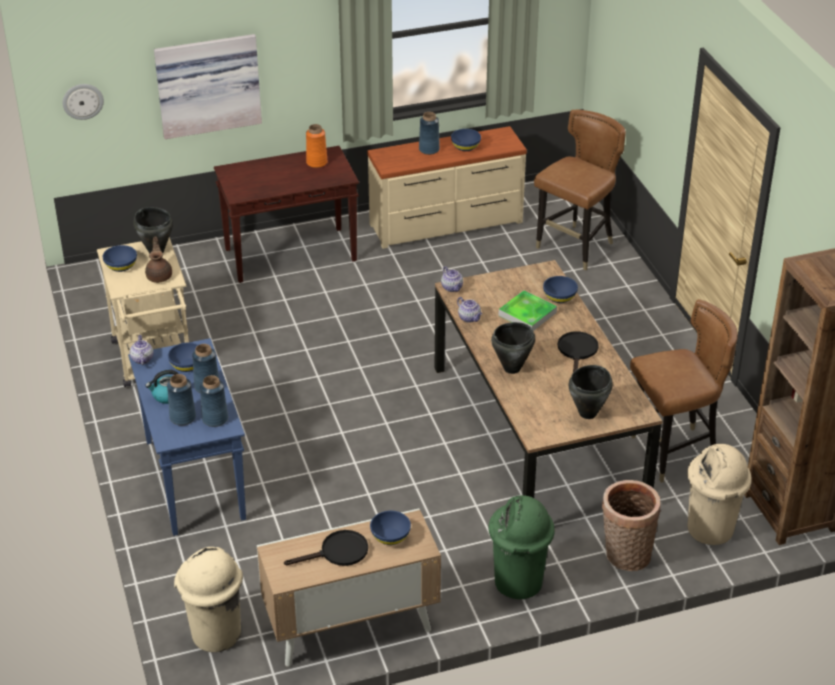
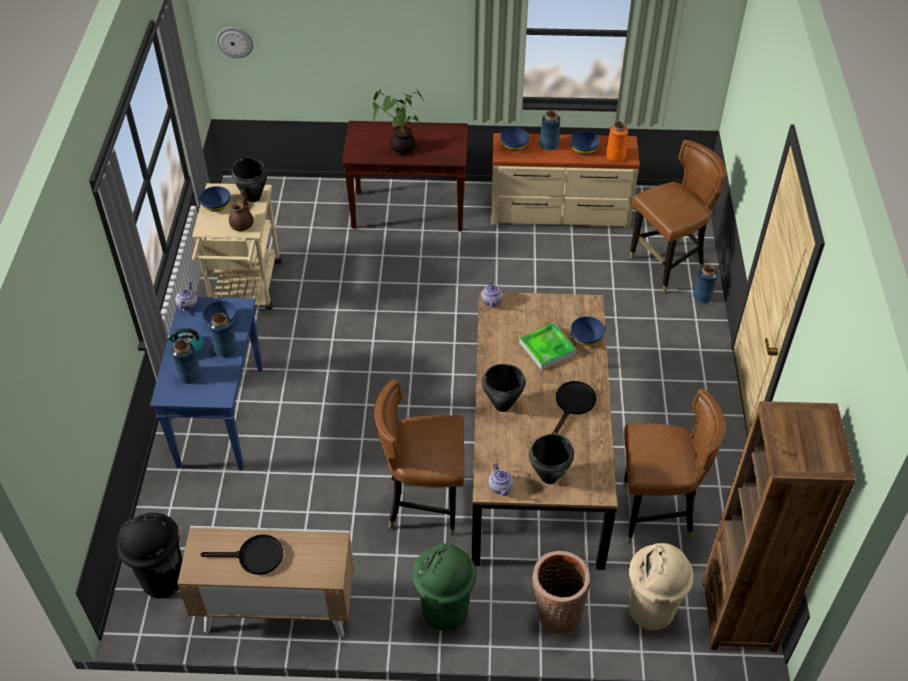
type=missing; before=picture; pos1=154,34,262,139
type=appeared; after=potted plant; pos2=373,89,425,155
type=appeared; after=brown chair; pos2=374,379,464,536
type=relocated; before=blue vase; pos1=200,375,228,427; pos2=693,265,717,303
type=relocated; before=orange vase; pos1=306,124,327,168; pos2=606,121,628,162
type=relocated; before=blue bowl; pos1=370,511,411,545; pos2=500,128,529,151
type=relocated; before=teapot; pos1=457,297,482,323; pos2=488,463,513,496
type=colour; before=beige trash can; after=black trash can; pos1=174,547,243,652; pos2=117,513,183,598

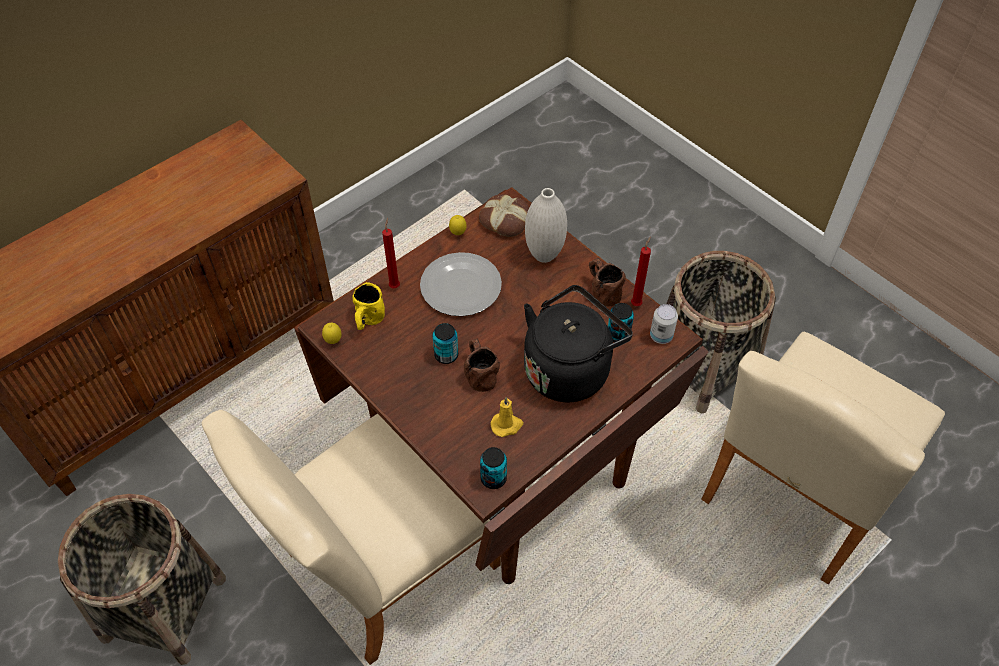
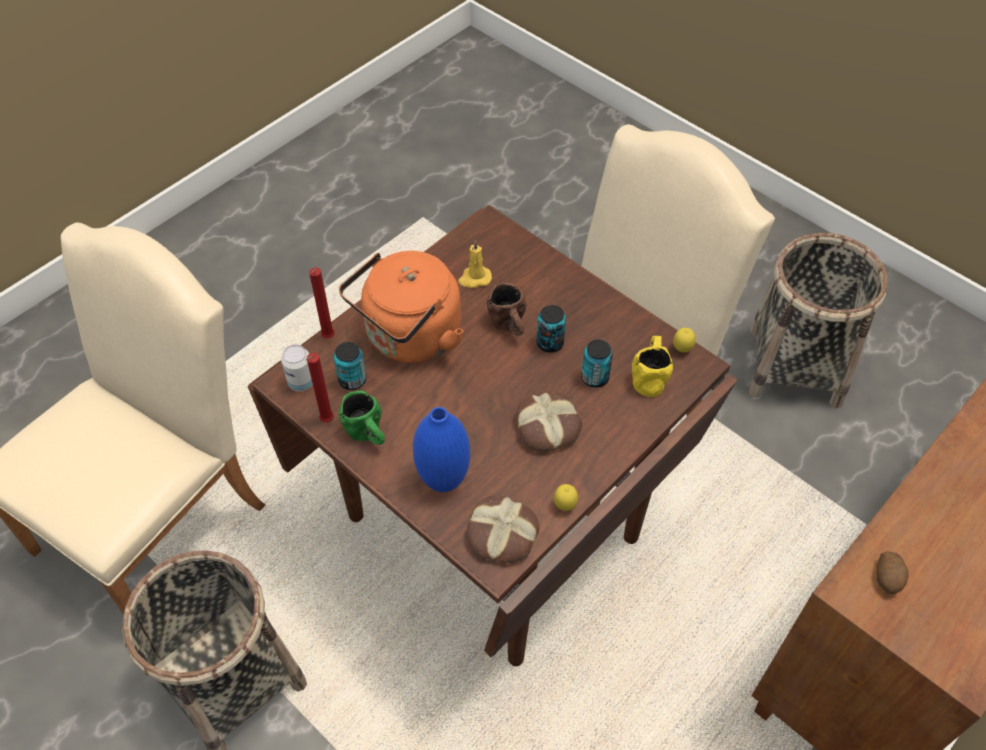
type=appeared; after=potato; pos2=877,551,909,594
type=relocated; before=red candle; pos1=382,218,400,288; pos2=309,267,335,338
type=relocated; before=can; pos1=480,447,507,489; pos2=581,340,613,388
type=exchanged; before=plate; after=bread; pos1=420,252,502,316; pos2=516,392,582,453
type=colour; before=black kettle; after=orange kettle; pos1=524,285,633,402; pos2=339,251,464,363
type=colour; before=white vase; after=blue vase; pos1=525,188,567,263; pos2=413,407,470,492
type=colour; before=brown mug; after=green mug; pos1=589,258,626,307; pos2=339,390,385,445

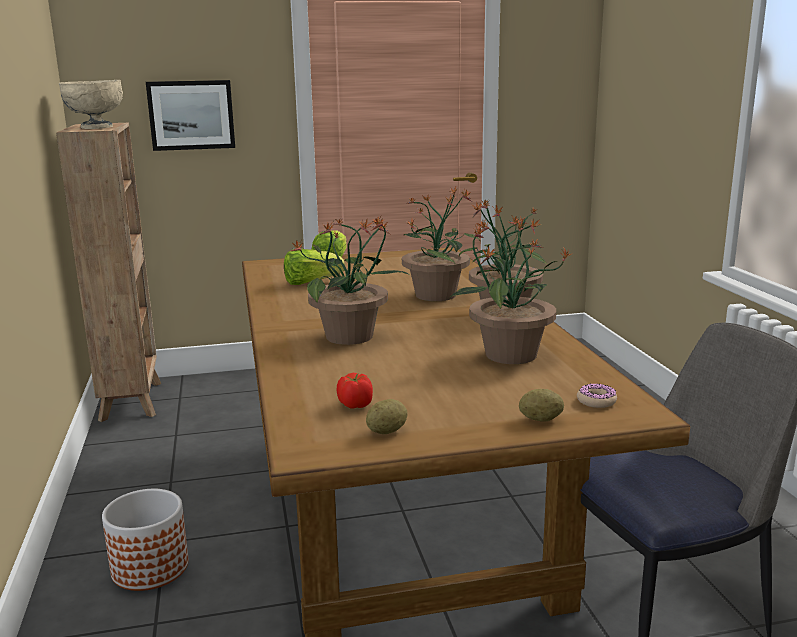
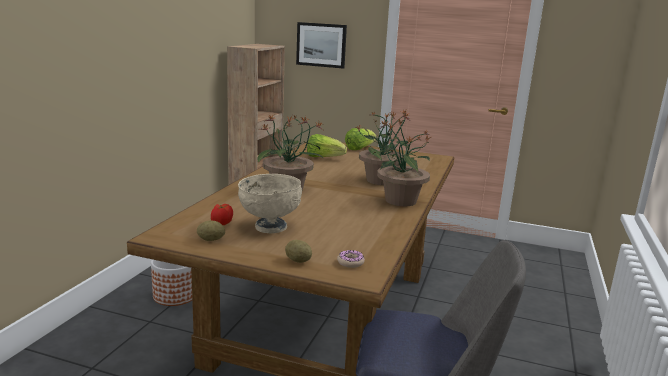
type=missing; before=potted plant; pos1=450,218,573,364
type=relocated; before=beige bowl; pos1=59,80,123,129; pos2=238,174,302,233

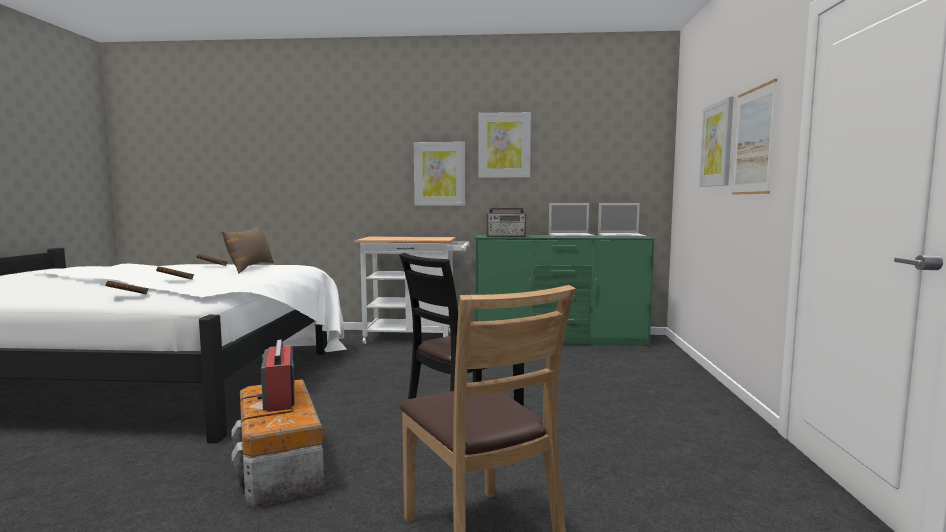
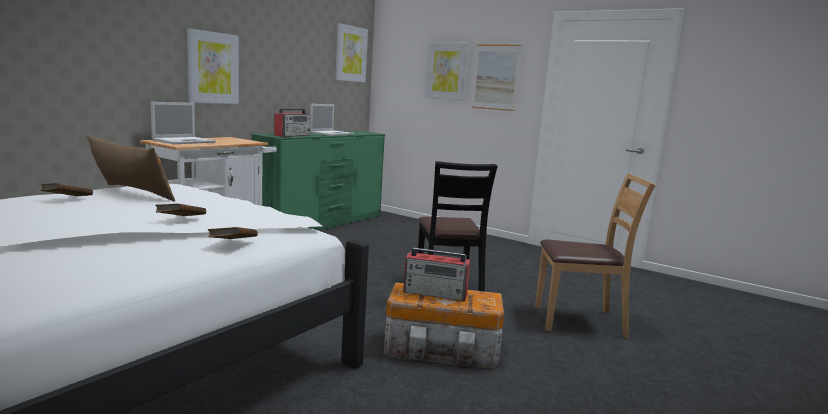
type=relocated; before=picture; pos1=479,112,531,178; pos2=335,23,368,82
type=relocated; before=laptop; pos1=598,203,646,238; pos2=151,102,216,144

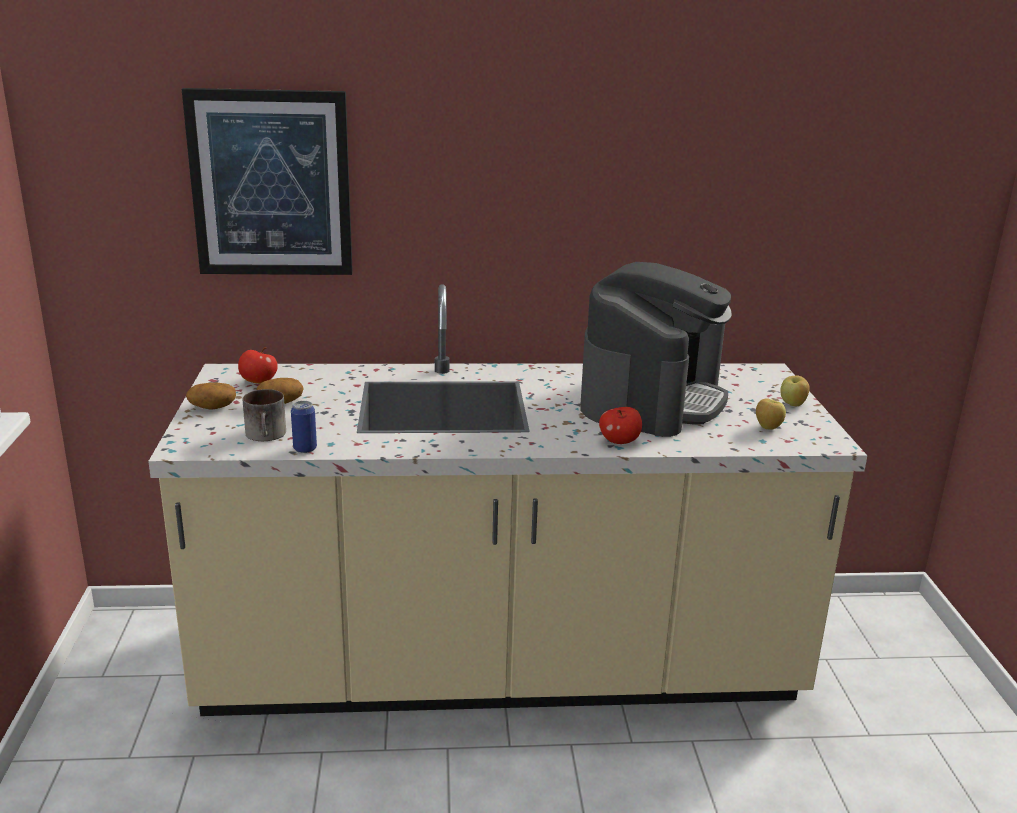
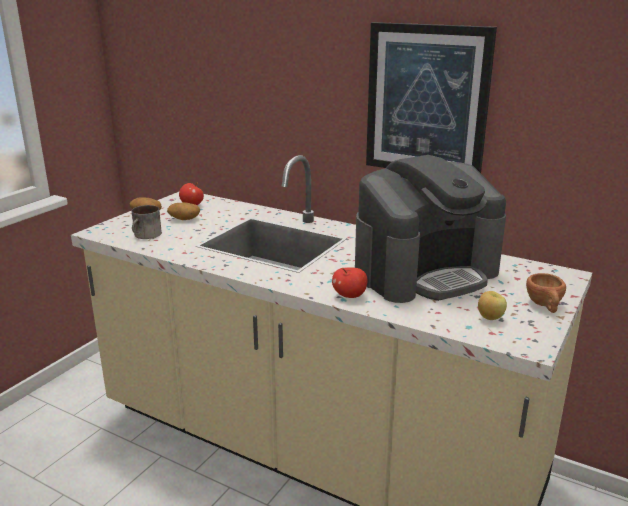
type=missing; before=can; pos1=291,401,317,453
type=relocated; before=picture; pos1=182,88,353,275; pos2=366,22,497,173
type=exchanged; before=apple; after=brown cup; pos1=780,376,810,406; pos2=526,273,566,313

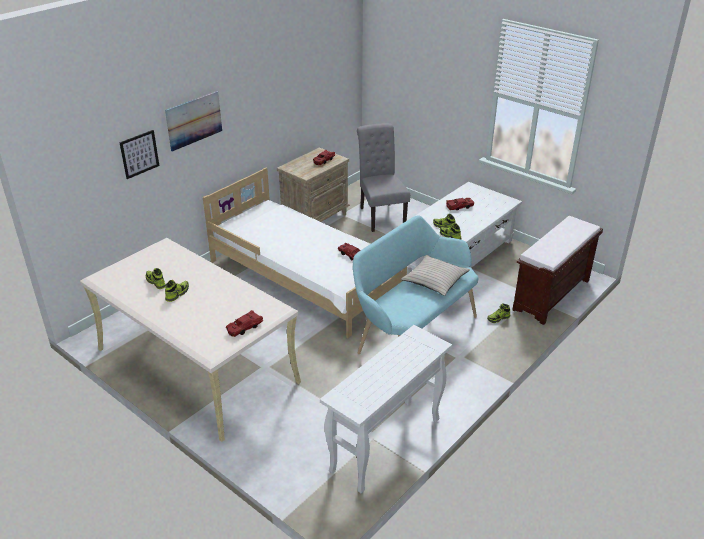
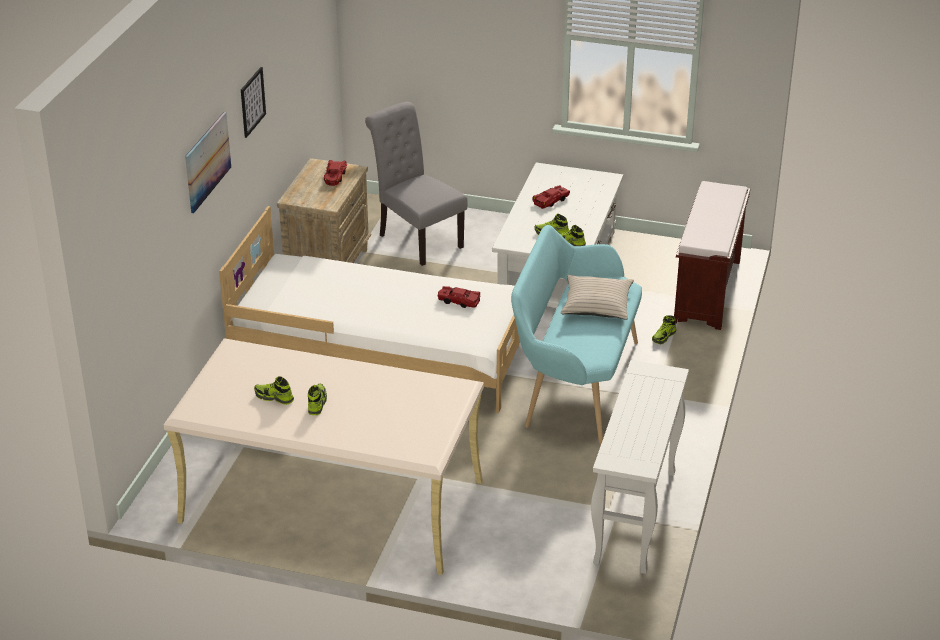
type=missing; before=red toy car; pos1=226,310,263,337
type=relocated; before=picture; pos1=119,130,160,179; pos2=241,67,266,138

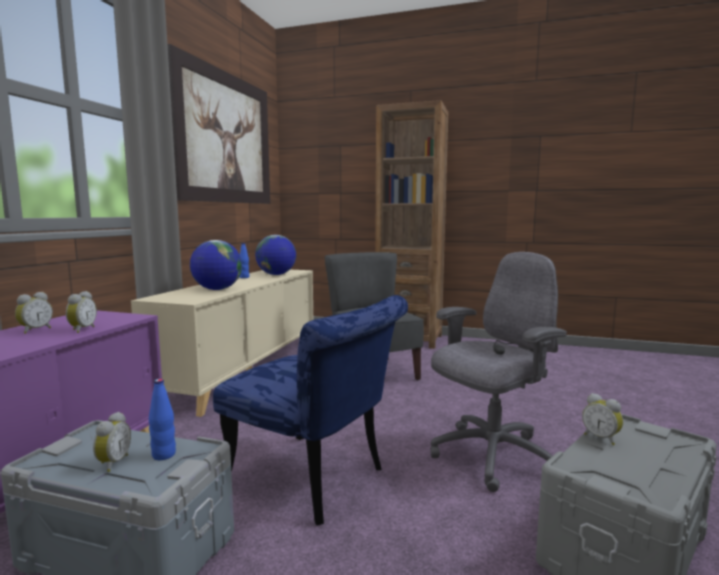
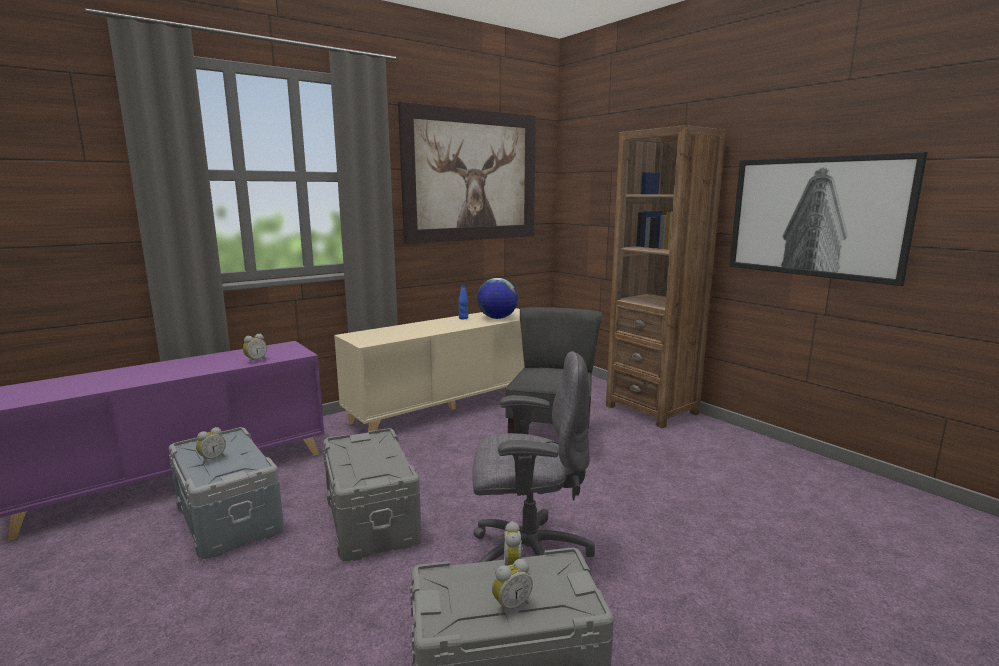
type=missing; before=blue bottle; pos1=149,379,176,460
type=missing; before=globe; pos1=190,240,242,290
type=appeared; after=picture; pos2=729,152,928,286
type=relocated; before=alarm clock; pos1=15,292,53,334; pos2=492,559,533,616
type=exchanged; before=blue chair; after=grey storage box; pos1=213,295,408,525; pos2=323,428,422,561

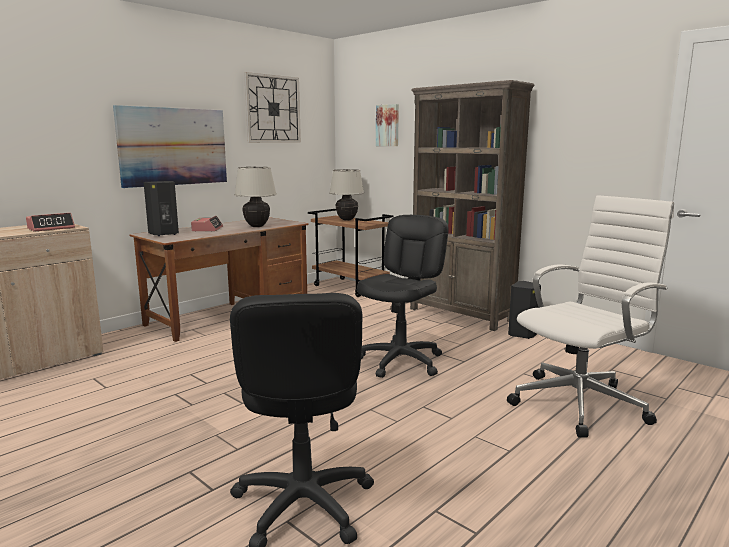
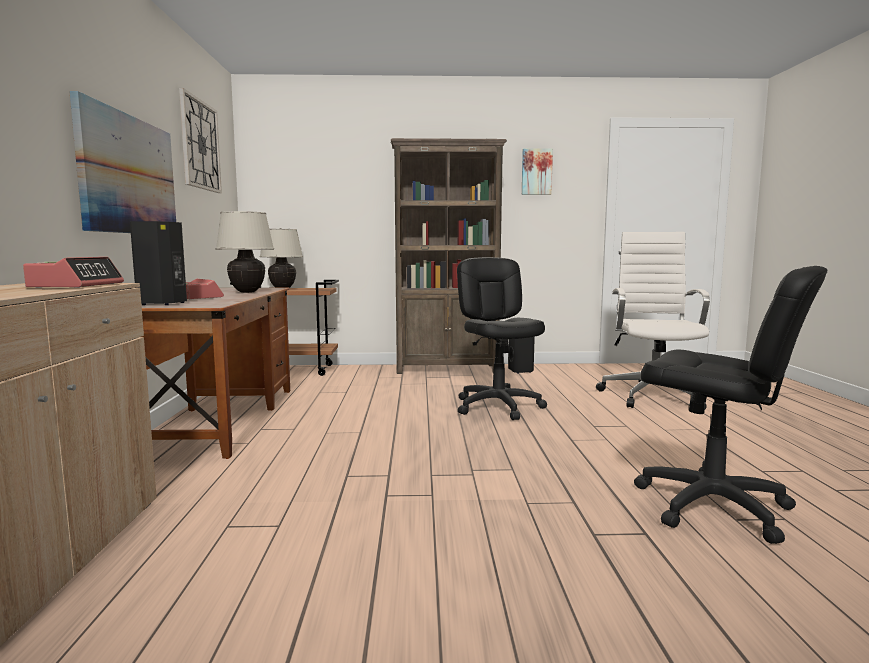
type=relocated; before=picture; pos1=376,104,399,146; pos2=522,148,553,195

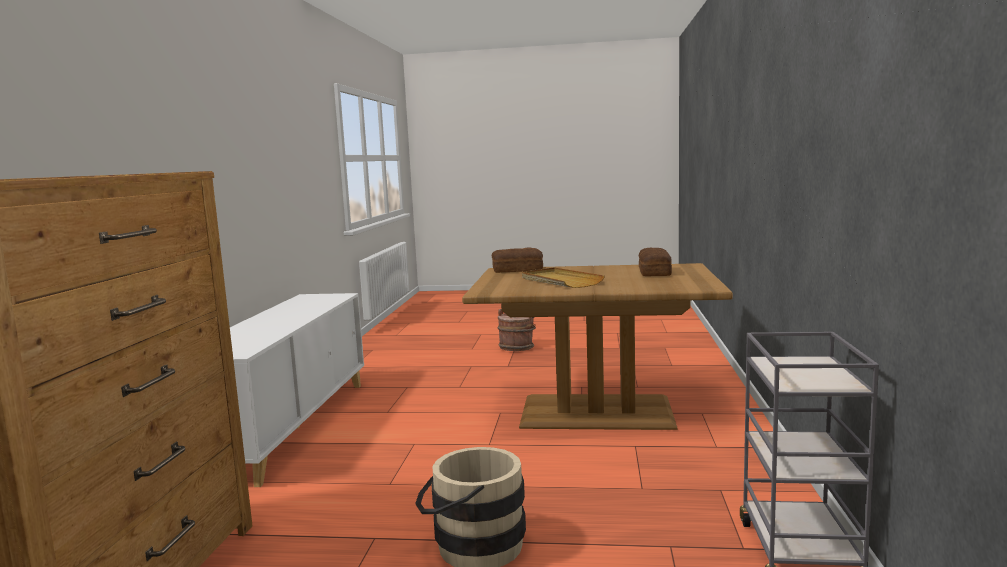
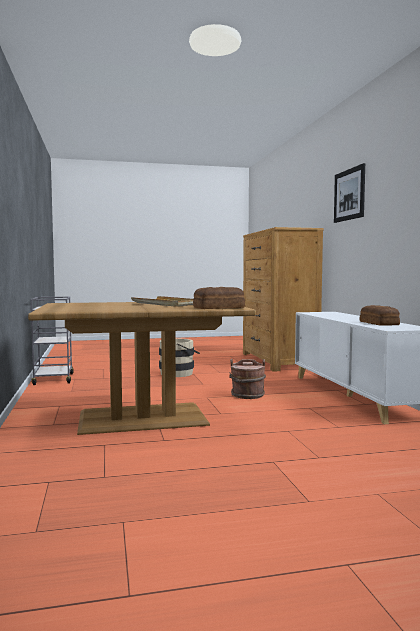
type=appeared; after=picture; pos2=334,163,365,223
type=relocated; before=brown bucket; pos1=498,309,536,351; pos2=229,359,266,399
type=relocated; before=bread; pos1=638,247,672,276; pos2=360,305,400,326

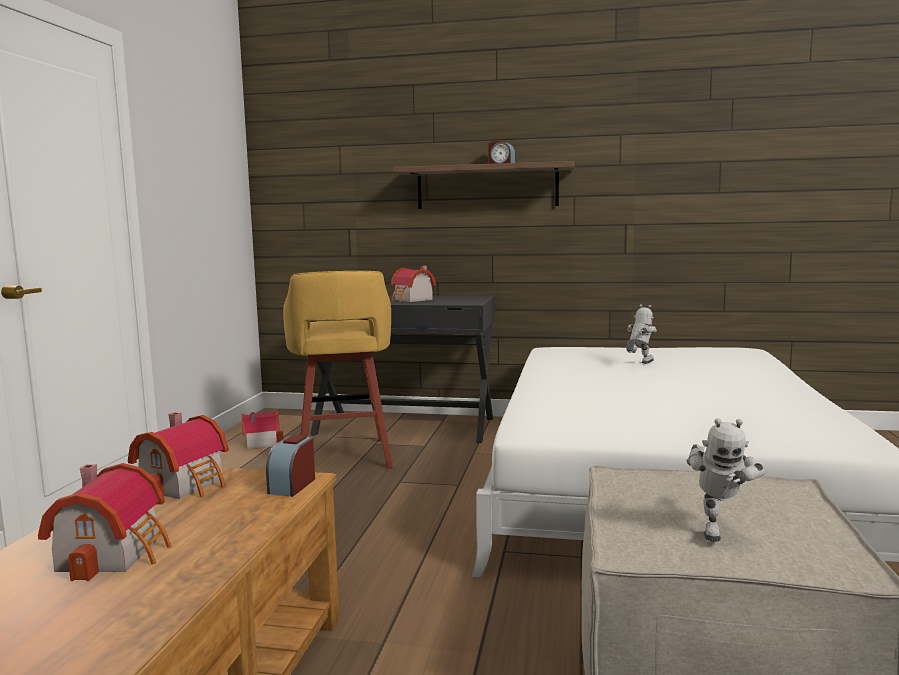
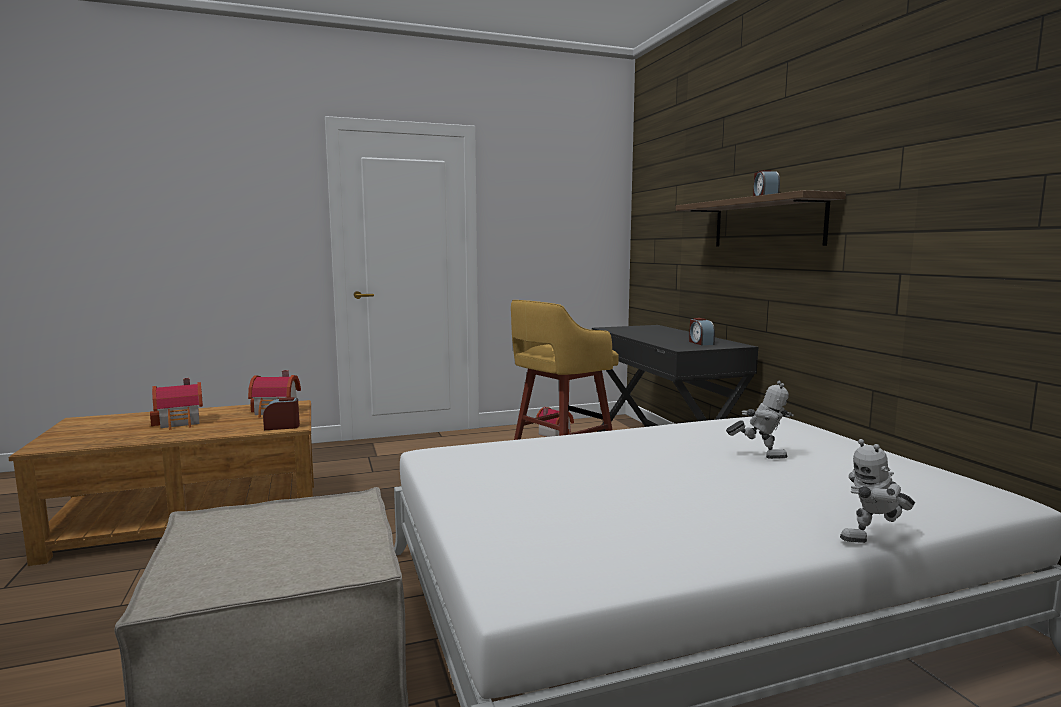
type=missing; before=toy house; pos1=391,266,436,302
type=appeared; after=alarm clock; pos2=689,318,715,345
type=relocated; before=toy robot; pos1=687,418,765,542; pos2=840,439,915,543

